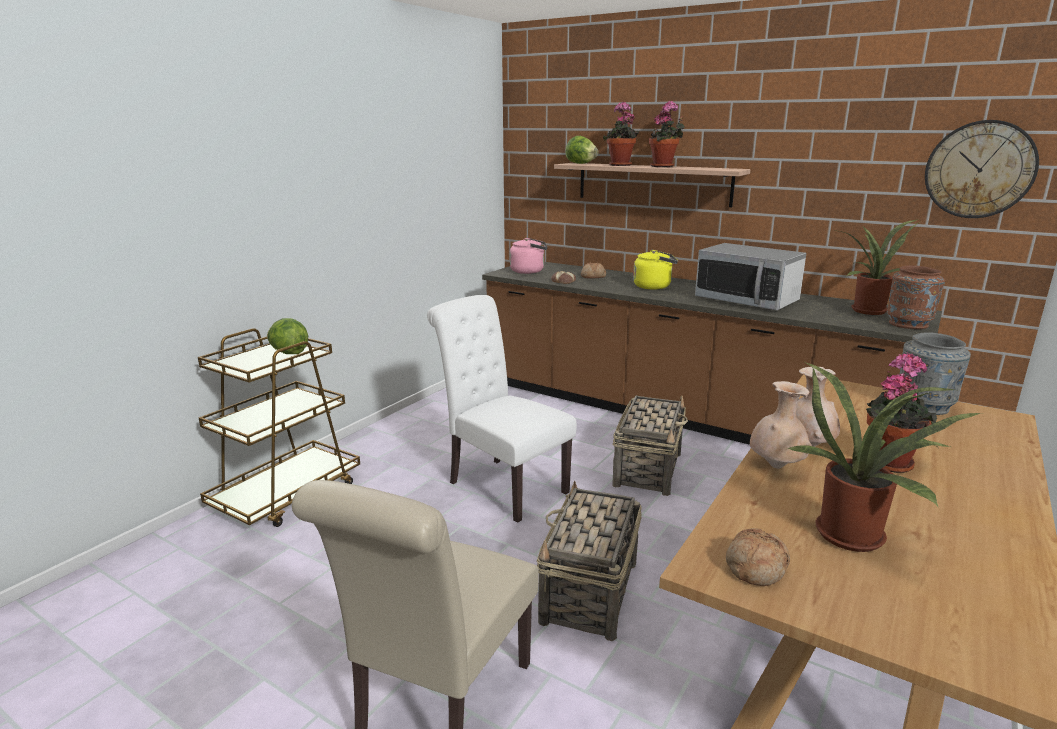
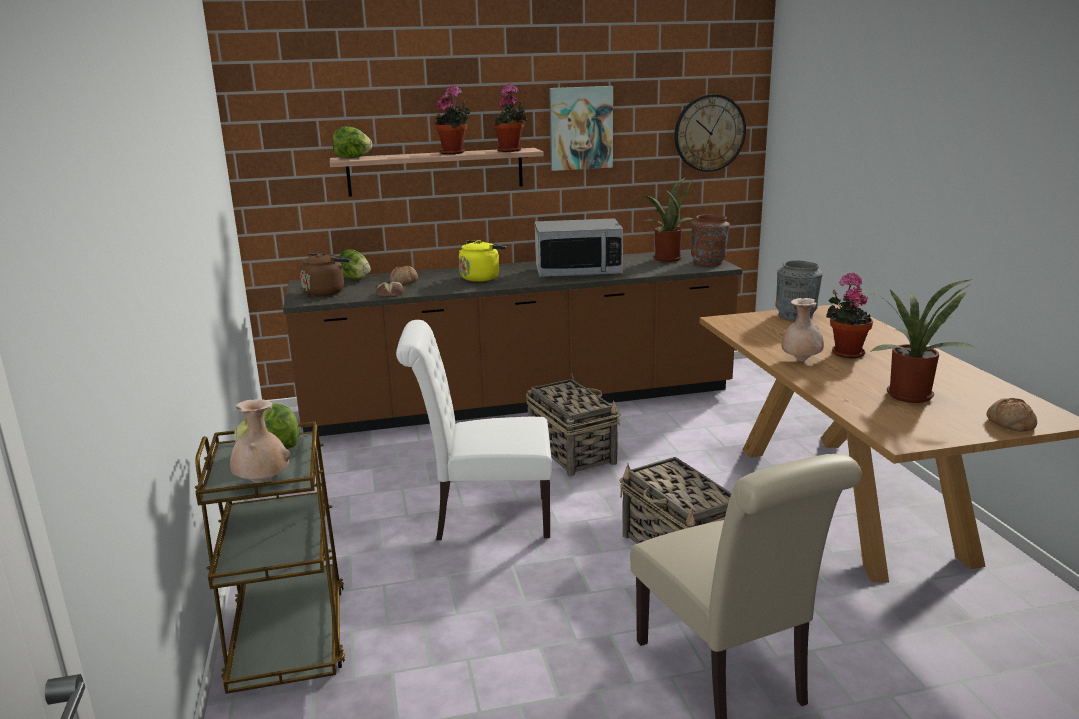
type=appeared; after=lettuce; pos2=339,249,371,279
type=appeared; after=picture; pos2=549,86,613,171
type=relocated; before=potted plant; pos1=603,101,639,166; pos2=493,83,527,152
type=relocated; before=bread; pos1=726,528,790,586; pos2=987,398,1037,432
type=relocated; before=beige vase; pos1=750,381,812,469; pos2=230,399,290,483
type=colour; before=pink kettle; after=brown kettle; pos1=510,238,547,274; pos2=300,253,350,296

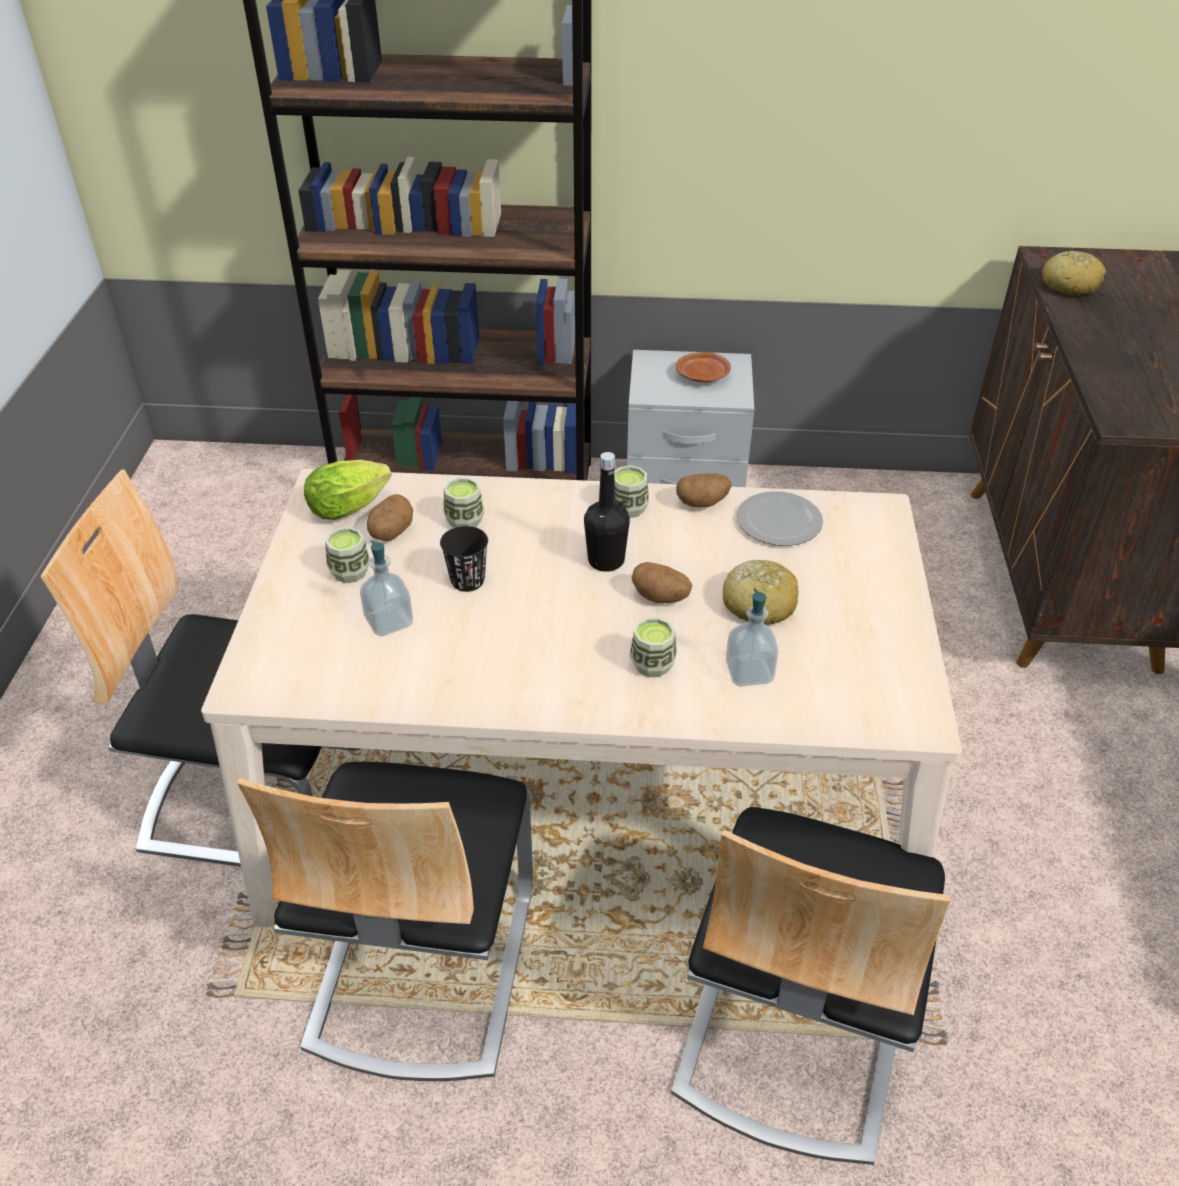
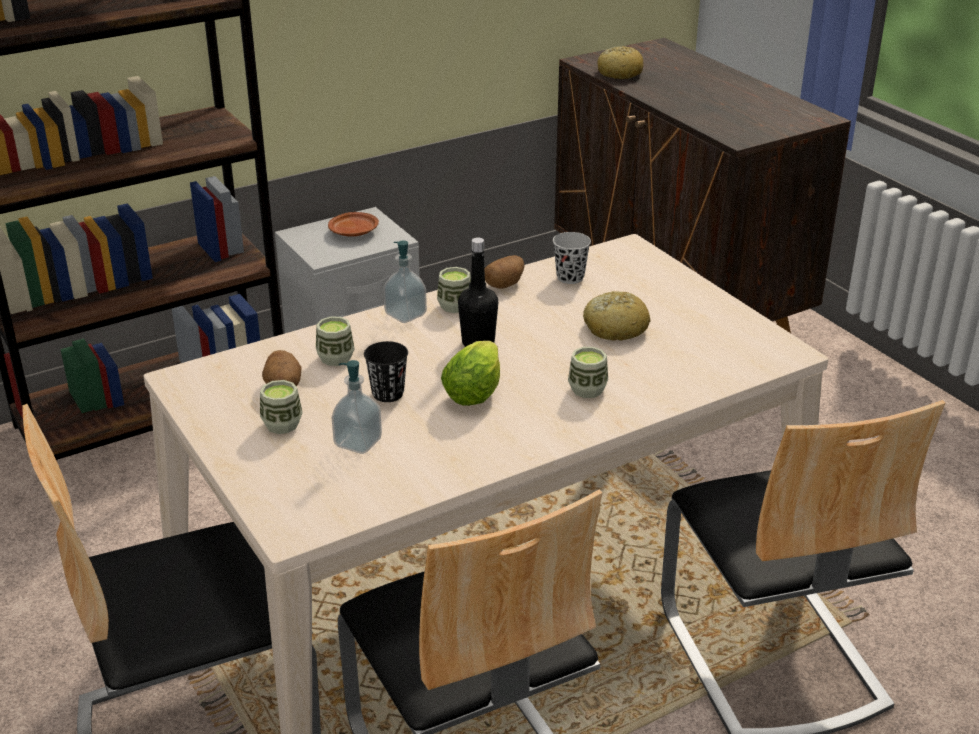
type=missing; before=potato; pos1=632,562,692,603
type=relocated; before=lettuce; pos1=304,460,392,520; pos2=441,341,500,406
type=relocated; before=soap dispenser; pos1=726,588,778,686; pos2=383,241,427,323
type=exchanged; before=plate; after=black cup; pos1=737,491,823,546; pos2=553,232,591,284

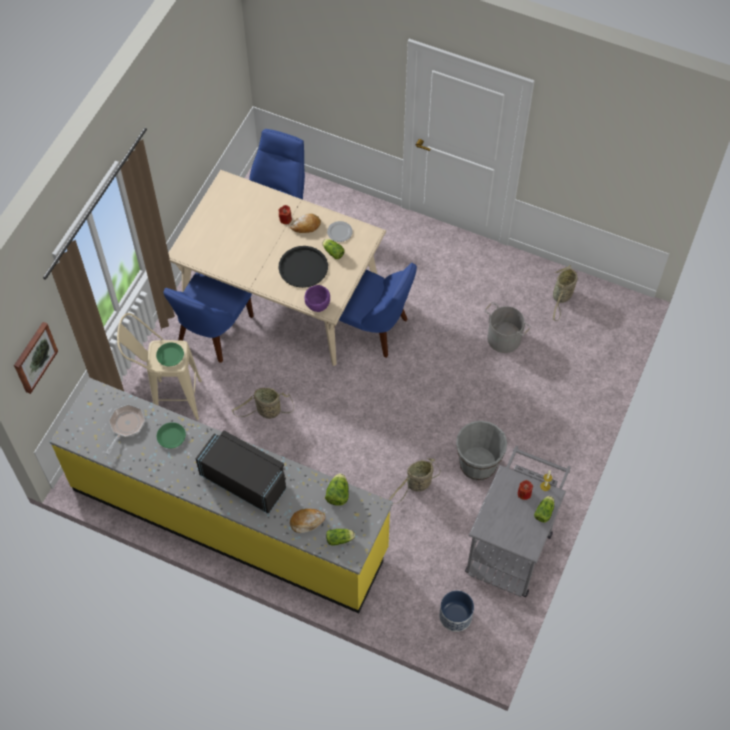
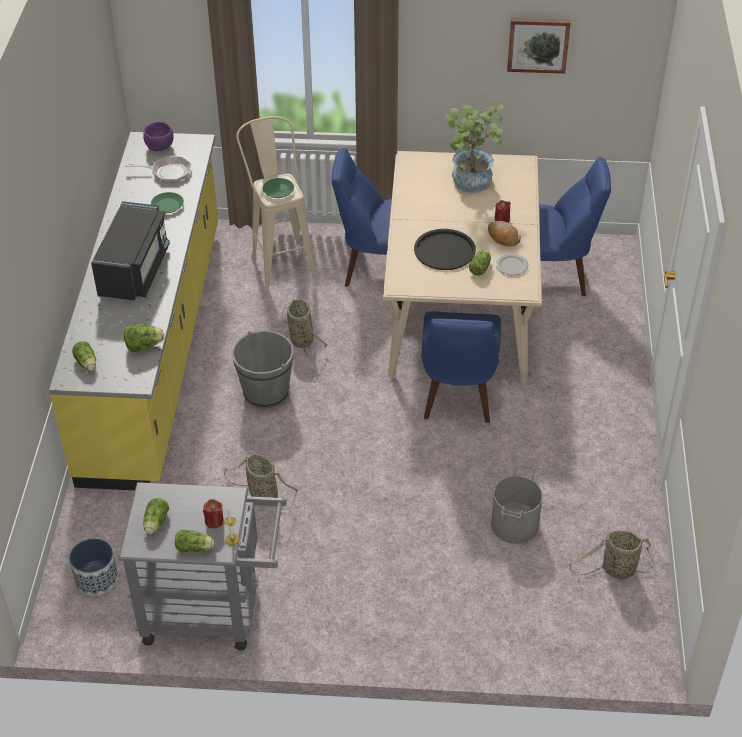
type=missing; before=bread; pos1=290,509,326,533
type=appeared; after=lettuce; pos2=143,498,169,534
type=appeared; after=potted plant; pos2=445,105,503,193
type=relocated; before=picture; pos1=14,322,58,394; pos2=507,18,571,74
type=relocated; before=purple bowl; pos1=305,285,330,312; pos2=143,122,174,152
type=relocated; before=grey bucket; pos1=456,421,507,481; pos2=232,330,294,409

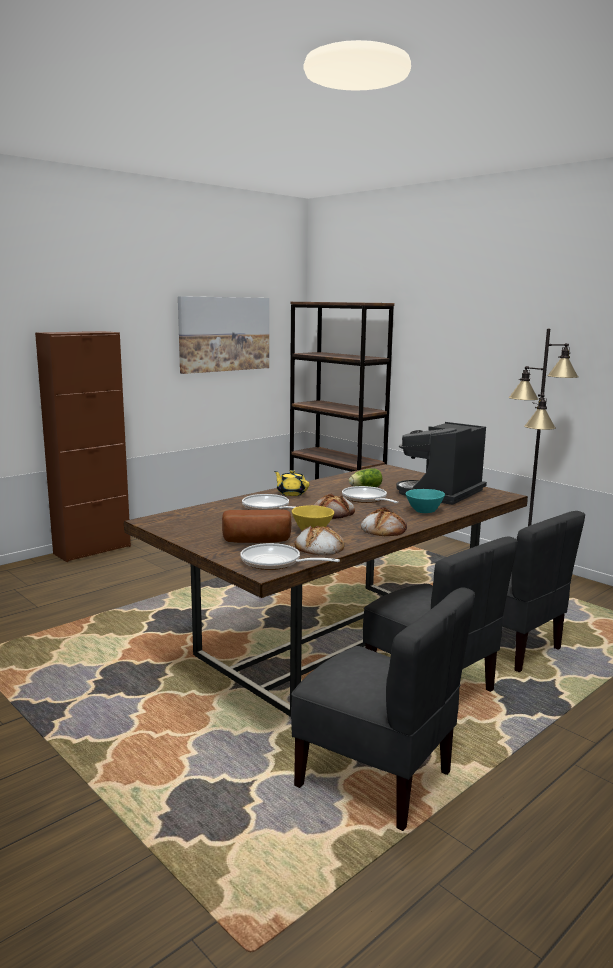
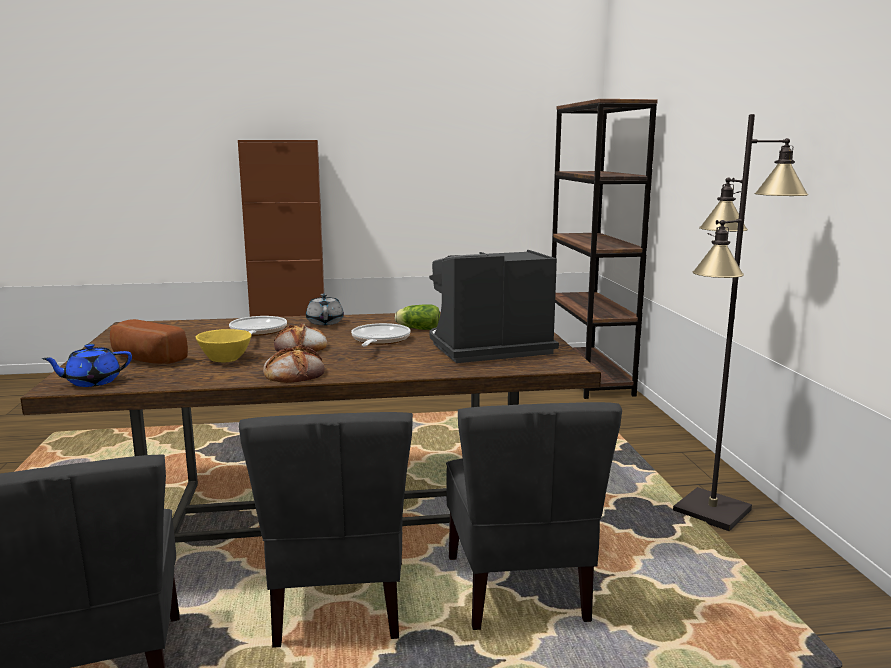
type=missing; before=picture; pos1=178,296,269,374
type=missing; before=bread; pos1=295,526,344,555
type=missing; before=turquoise bowl; pos1=406,489,445,513
type=exchanged; before=frying pan; after=blue teapot; pos1=240,543,340,570; pos2=42,344,132,387
type=colour; before=yellow teapot; after=grey teapot; pos1=274,470,309,496; pos2=306,294,344,325

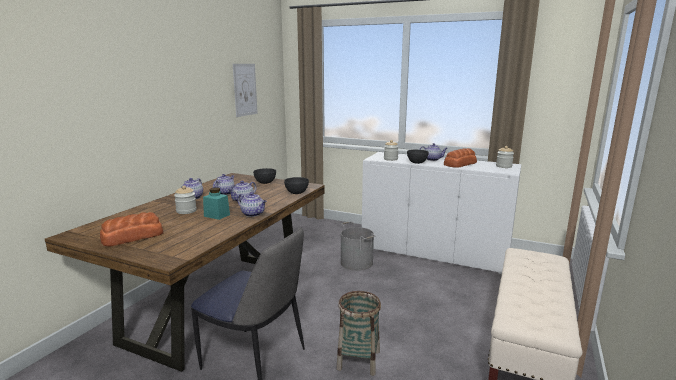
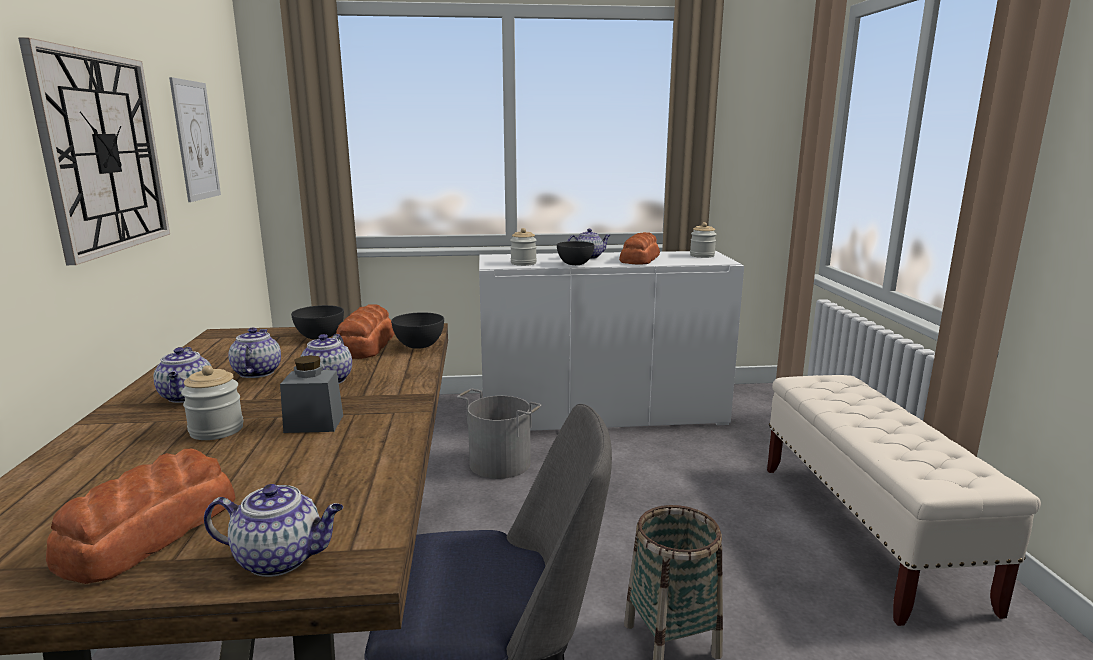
type=appeared; after=wall clock; pos2=18,38,170,265
type=appeared; after=bread; pos2=336,304,395,359
type=relocated; before=teapot; pos1=237,192,267,217; pos2=204,484,343,577
type=colour; before=turquoise jar; after=grey jar; pos1=203,188,230,220; pos2=280,355,343,433

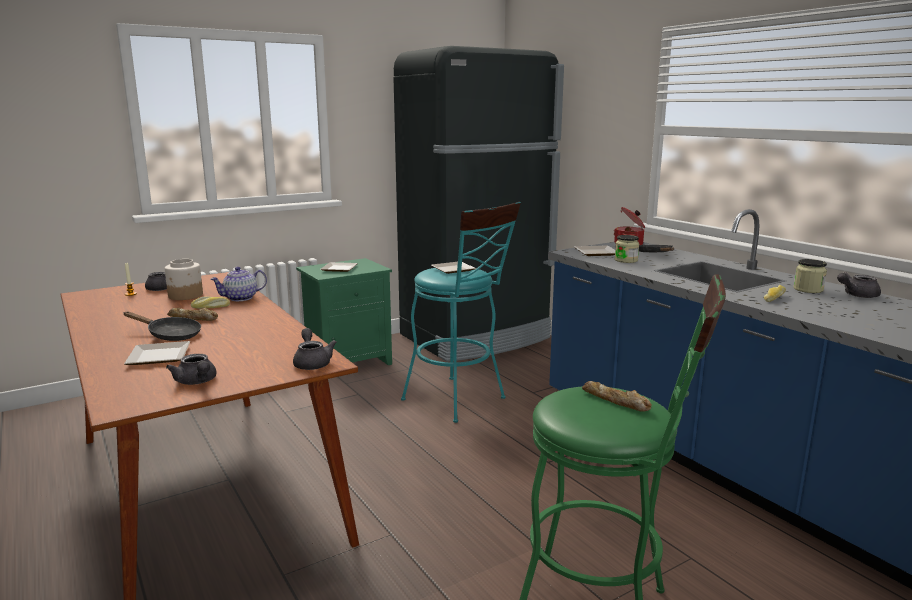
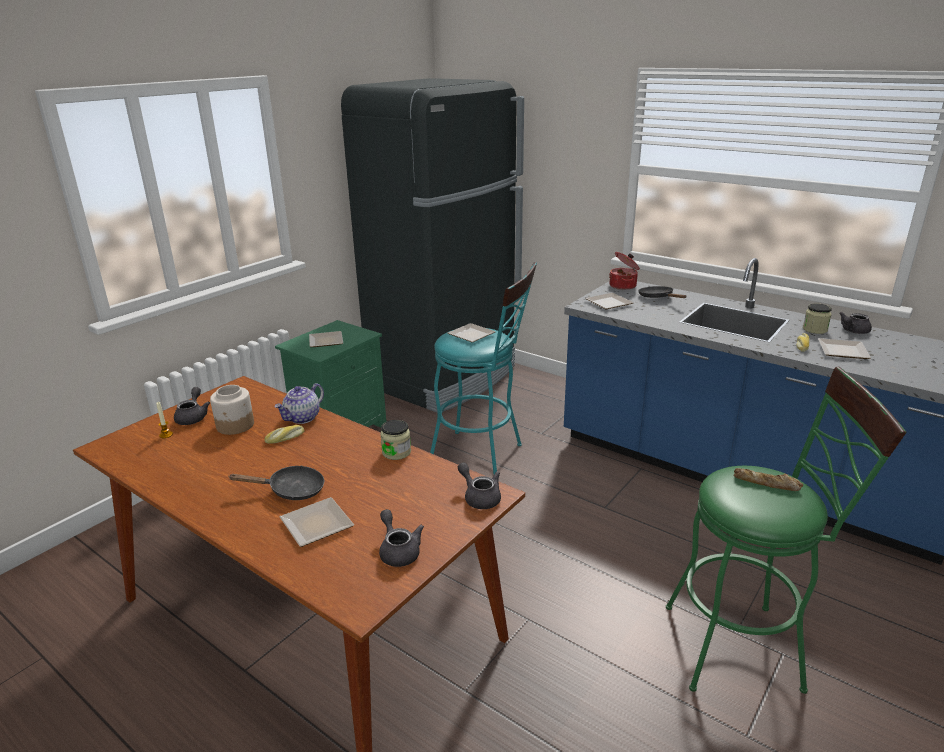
type=missing; before=bread; pos1=167,307,218,321
type=appeared; after=plate; pos2=818,338,871,359
type=relocated; before=jar; pos1=615,235,639,263; pos2=380,420,411,460
type=spun; before=grey teapot; pos1=166,354,216,385; pos2=379,509,424,567; turn=-150

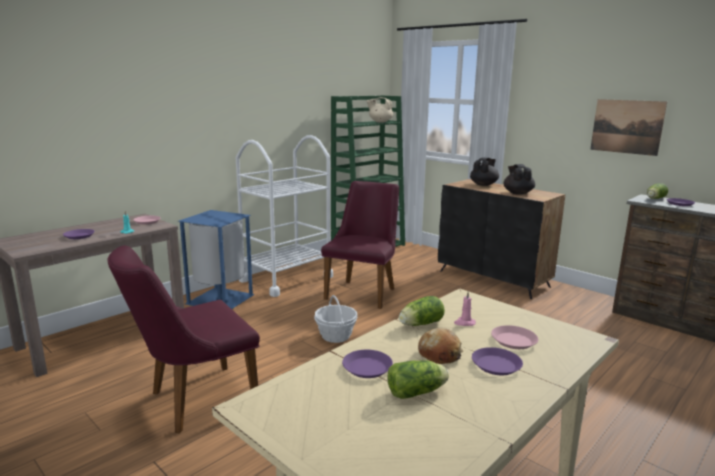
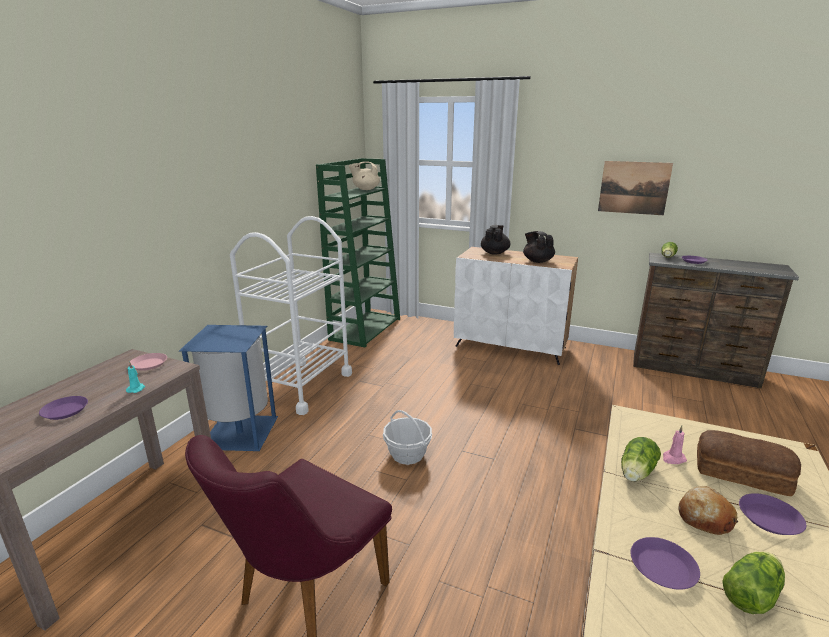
type=missing; before=purple chair; pos1=321,181,399,309
type=exchanged; before=pink plate; after=bread; pos1=491,325,538,349; pos2=697,430,801,496
type=colour; before=black cabinet; after=white cabinet; pos1=438,179,565,299; pos2=454,247,578,365

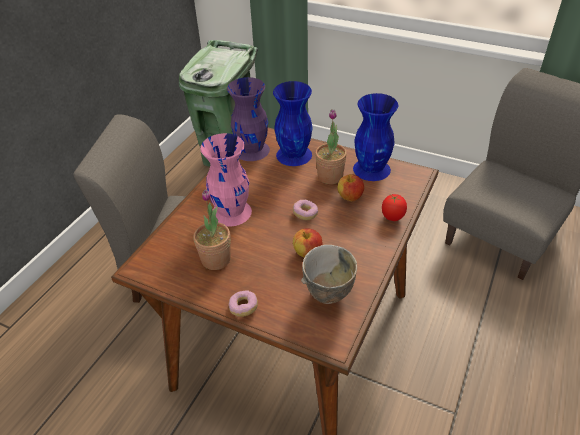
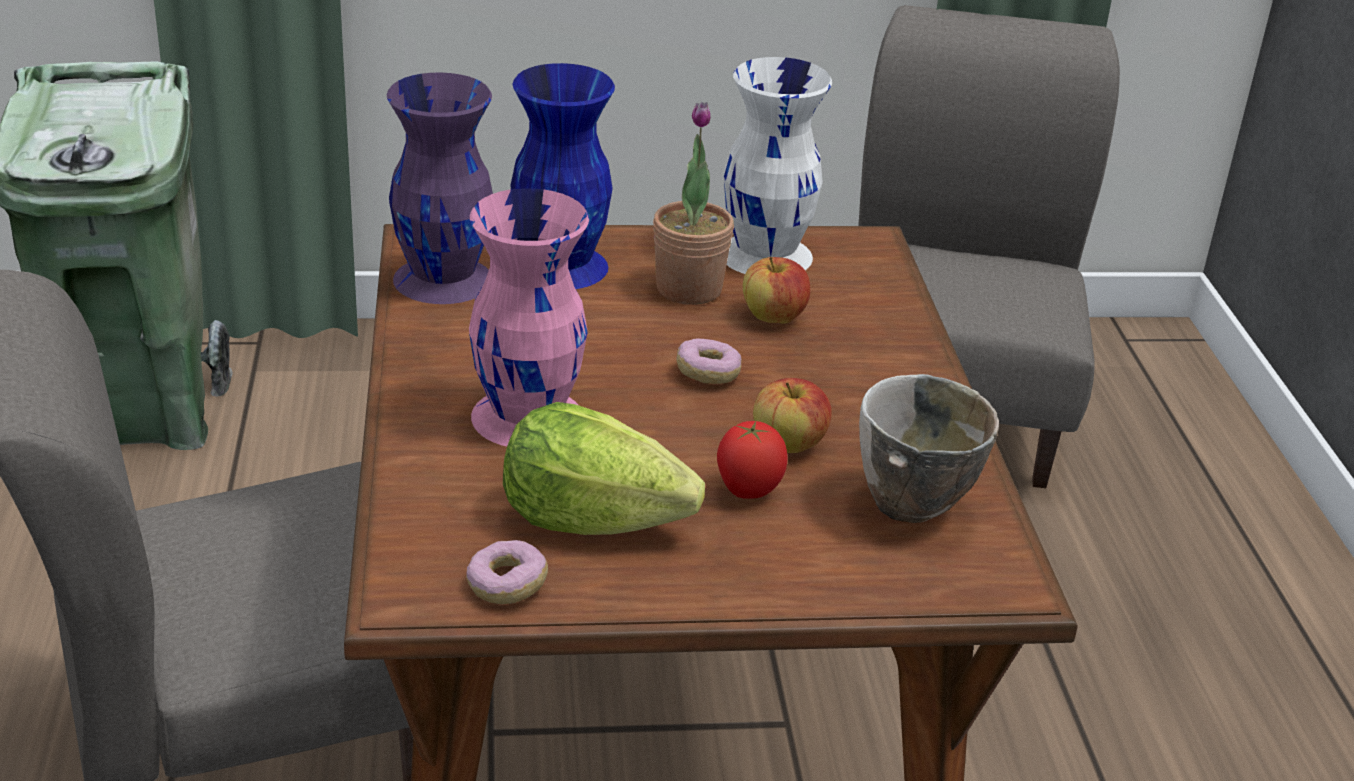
type=relocated; before=donut; pos1=229,290,258,317; pos2=466,540,548,604
type=relocated; before=tomato; pos1=382,194,407,221; pos2=717,421,787,499
type=exchanged; before=potted plant; after=lettuce; pos1=193,189,231,270; pos2=503,402,705,535
type=colour; before=blue vase; after=white vase; pos1=353,93,398,181; pos2=724,57,832,274

